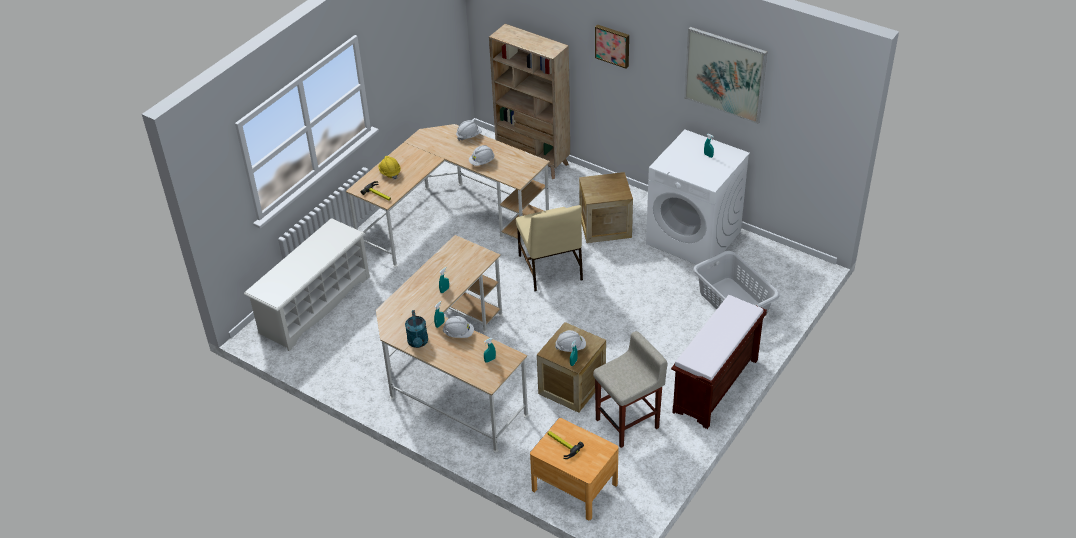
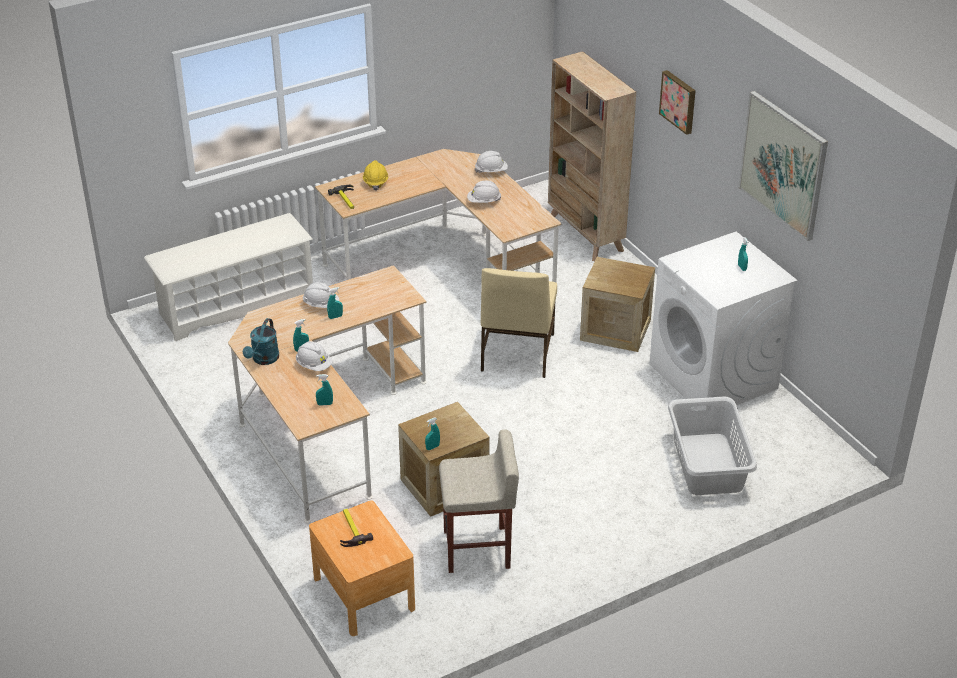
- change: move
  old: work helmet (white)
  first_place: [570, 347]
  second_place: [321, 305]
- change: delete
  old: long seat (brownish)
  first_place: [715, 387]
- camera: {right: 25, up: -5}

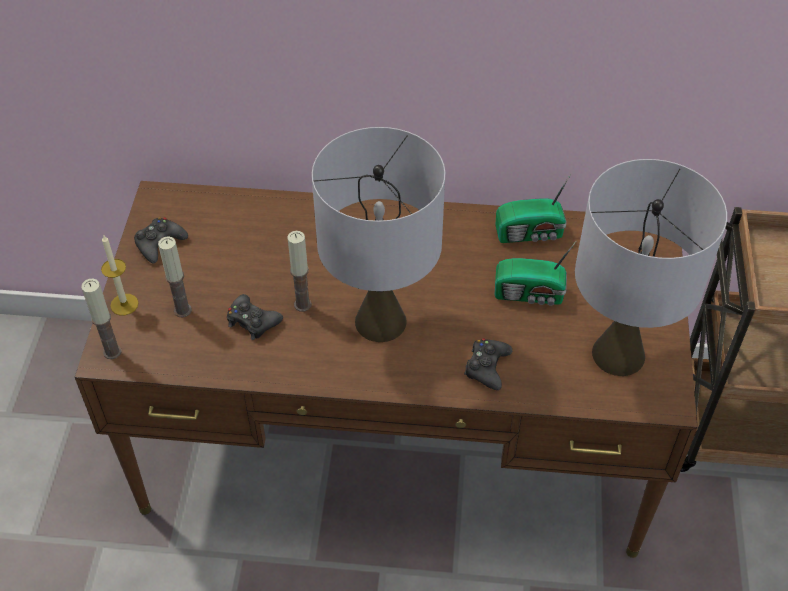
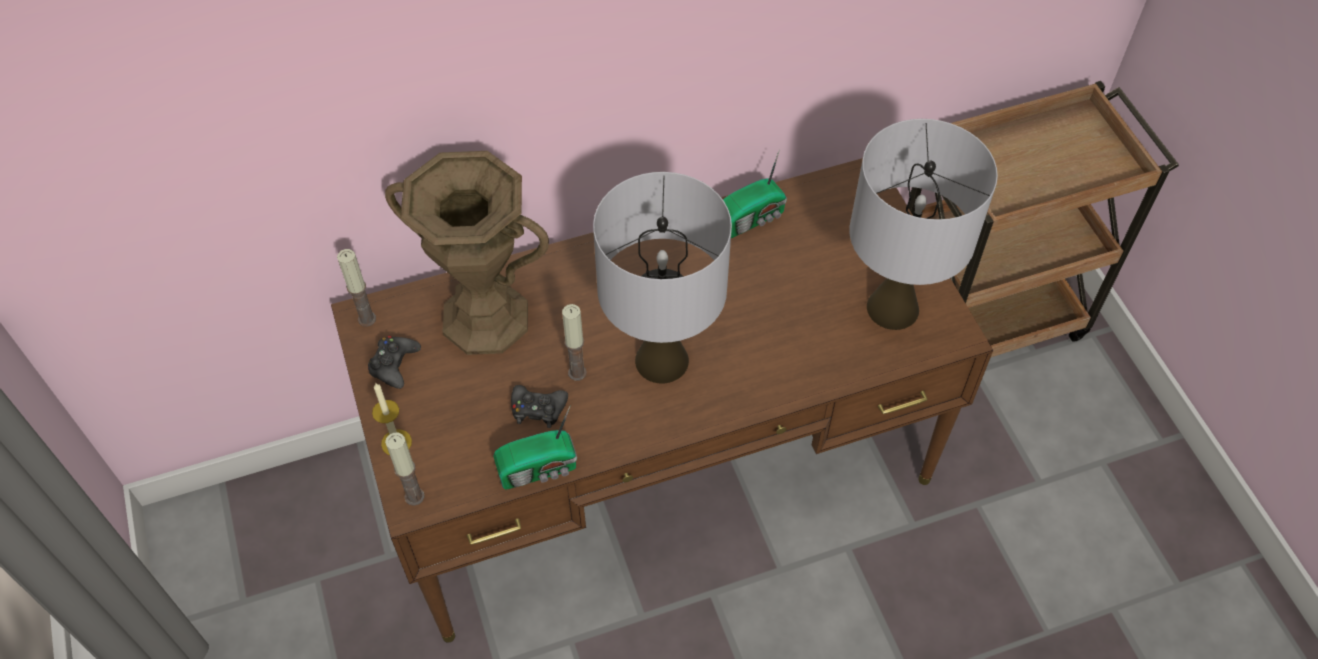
- change: move
  old: wax light
  first_place: [182, 310]
  second_place: [367, 319]
- change: insert
  new: vase (brownish)
  second_place: [486, 318]
- change: move
  old: radio
  first_place: [530, 294]
  second_place: [539, 469]
- change: delete
  old: gamepad (blackish)
  first_place: [487, 367]
- camera: {right: -25, up: 5}

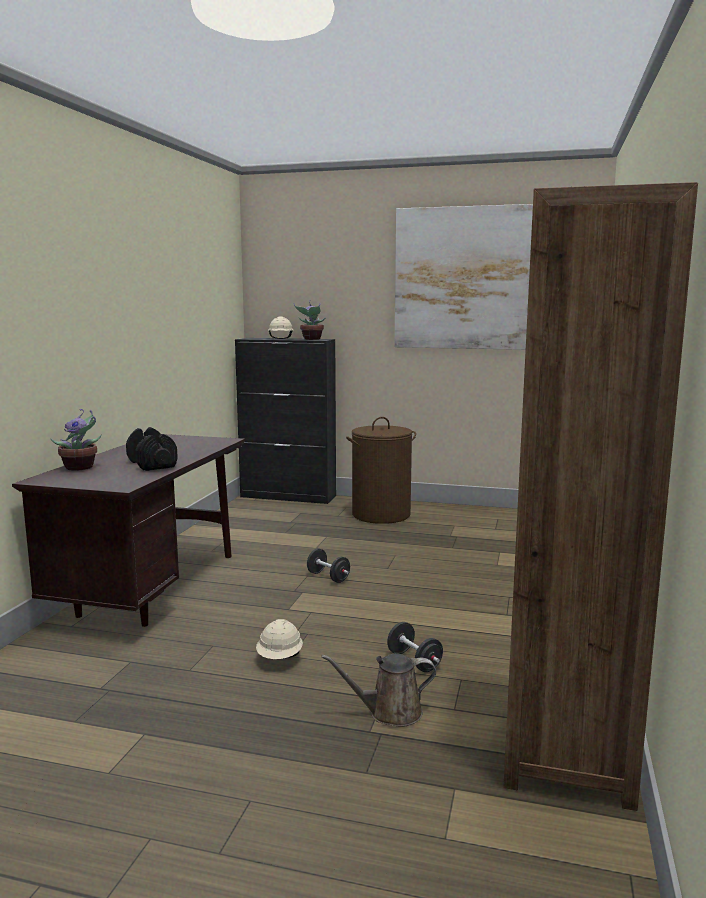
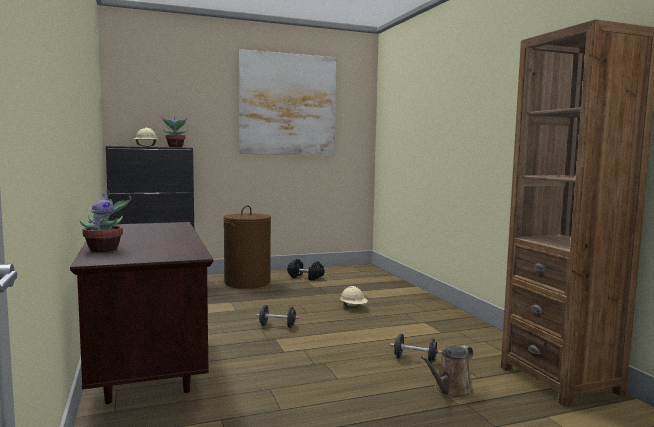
- change: move
  old: hand weight (blackish)
  first_place: [151, 464]
  second_place: [305, 277]
- change: move
  old: work helmet (sand-coloured)
  first_place: [280, 658]
  second_place: [353, 307]
- camera: {right: -35, up: -5}

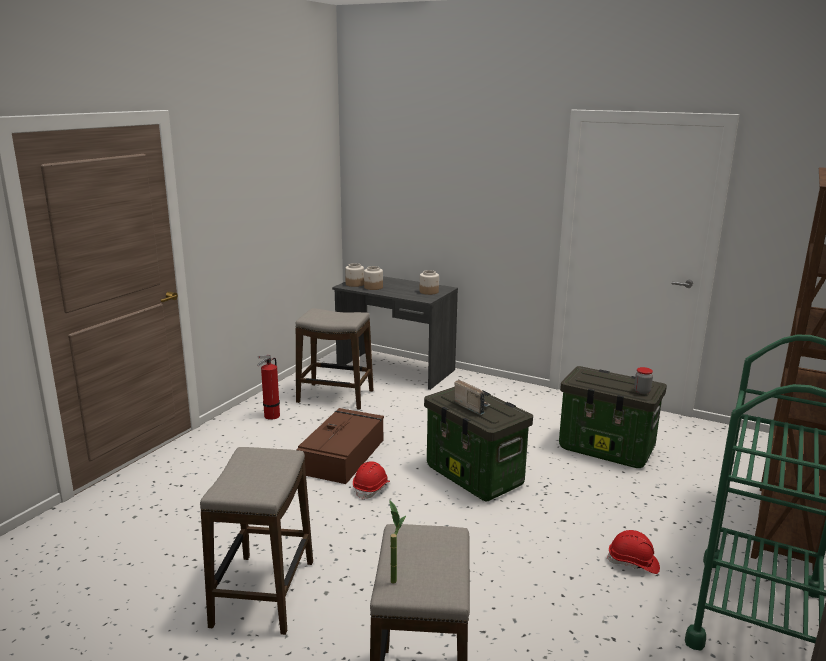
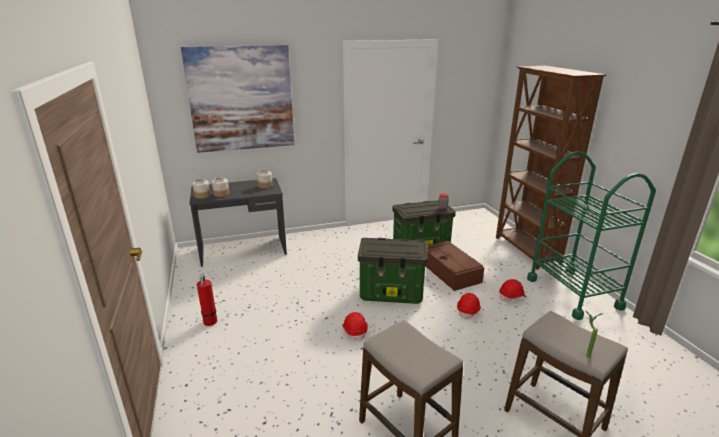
- change: insert
  new: wall art
  second_place: [241, 99]
- change: move
  old: storage box (brownish)
  first_place: [343, 455]
  second_place: [449, 271]
- change: insert
  new: work helmet (red-coloured)
  second_place: [468, 311]
- change: delete
  old: sitting stool
  first_place: [335, 397]
- change: delete
  old: radio
  first_place: [472, 406]
- camera: {right: -45, up: 5}

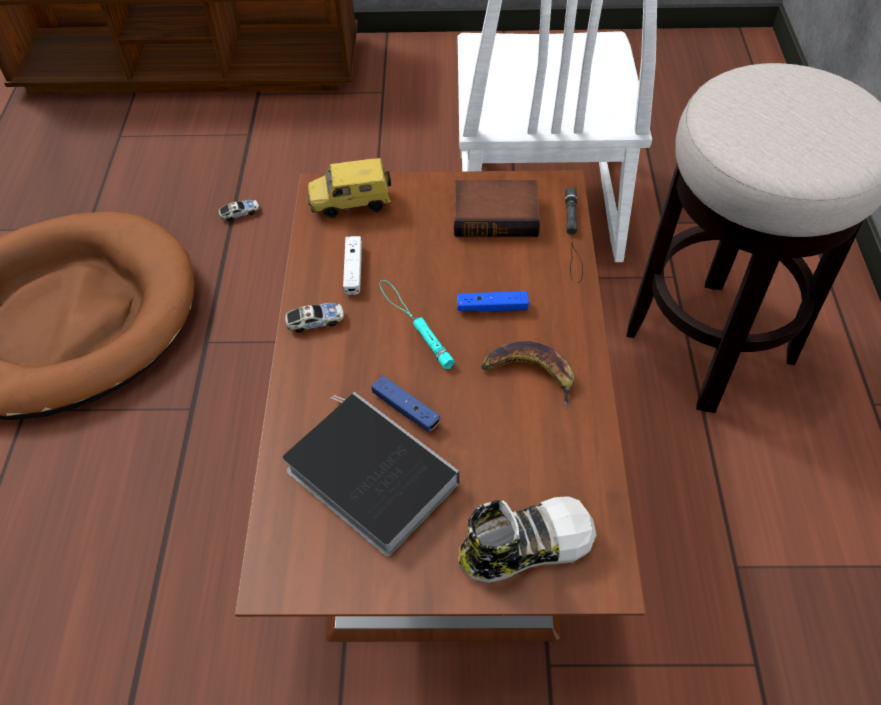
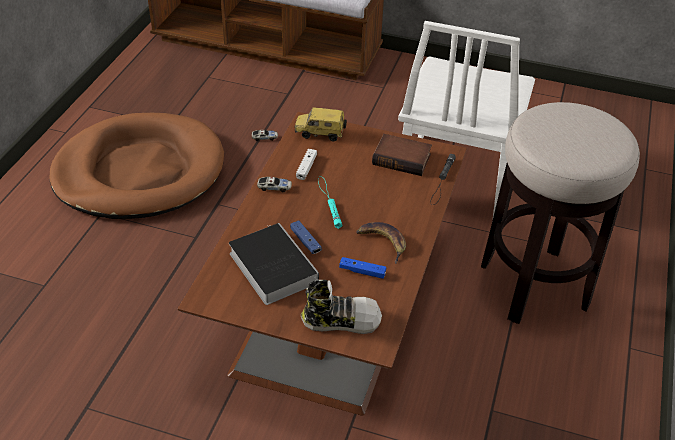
- change: move
  old: gamepad (blue)
  first_place: [492, 307]
  second_place: [362, 271]
- camera: {right: 15, up: -10}

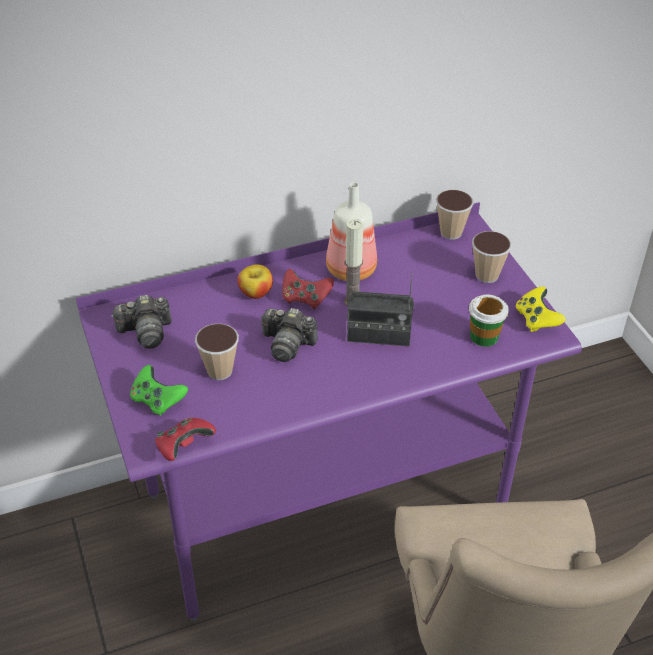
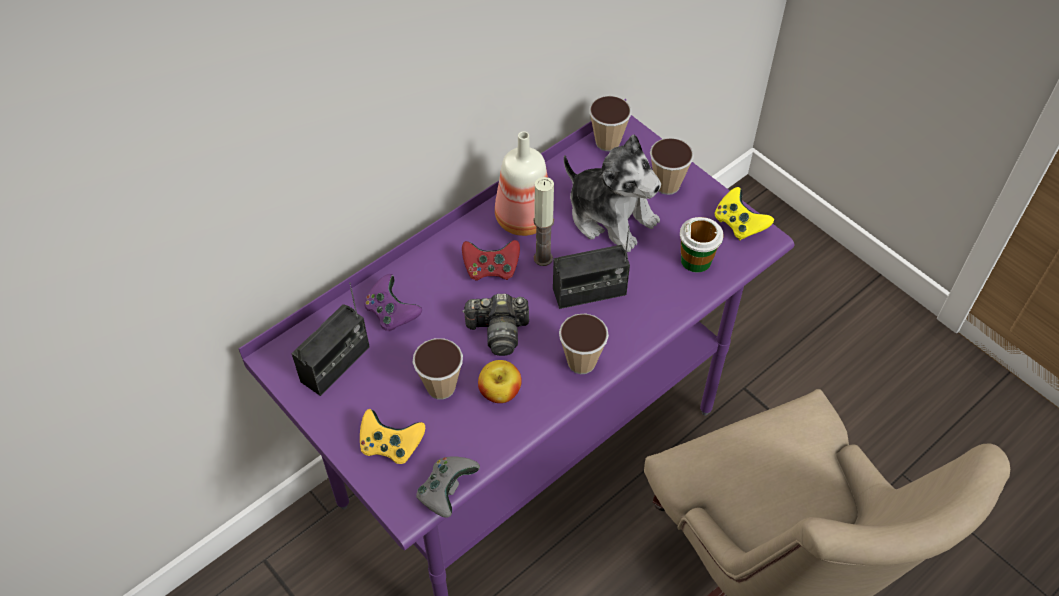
- change: replace
  old: still camera
  new: radio
  first_place: [146, 332]
  second_place: [335, 364]
- change: recolor
  old: gamepad (greenish)
  new: gamepad (yellowish)
  first_place: [157, 400]
  second_place: [390, 445]
- change: insert
  new: gamepad (purple)
  second_place: [392, 313]
- change: recolor
  old: gamepad (red-coloured)
  new: gamepad (grey)
  first_place: [184, 446]
  second_place: [447, 491]
- change: move
  old: apple
  first_place: [256, 293]
  second_place: [500, 392]
- change: insert
  new: cup
  second_place: [581, 362]
- change: insert
  new: soft toy
  second_place: [611, 216]
- camera: {right: -20, up: 10}

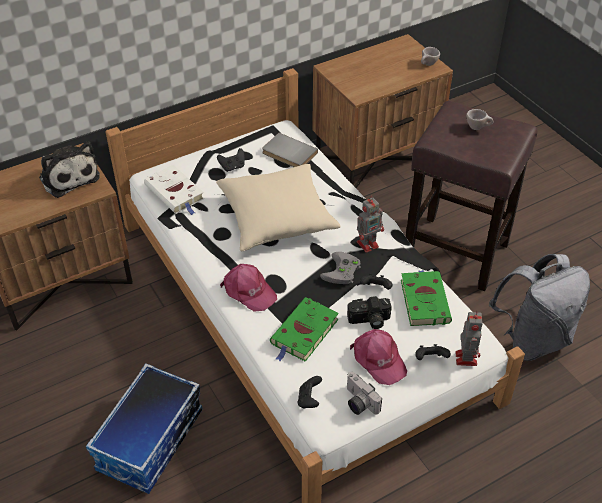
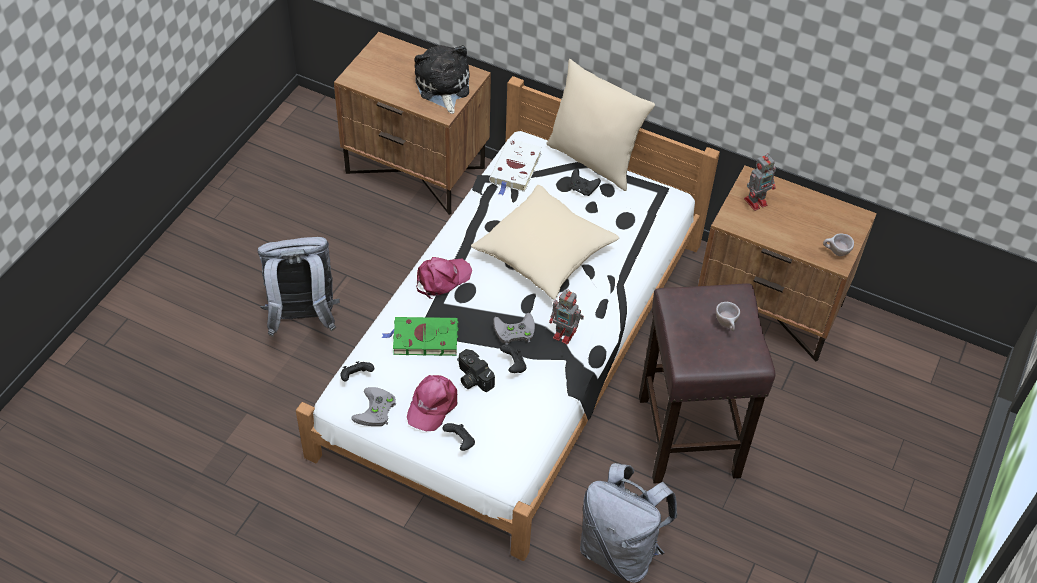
- change: replace
  old: storage box
  new: backpack (grey)
  first_place: [151, 441]
  second_place: [302, 319]
- change: replace
  old: still camera
  new: gamepad (grey)
  first_place: [358, 403]
  second_place: [376, 411]
- change: rotate
  old: soft toy
  first_place: [68, 176]
  second_place: [443, 87]
  degrees: 150
- change: rotate
  old: cap (pink)
  first_place: [249, 291]
  second_place: [442, 279]
  degrees: -135
- change: insert
  new: throw pillow (sand-coloured)
  second_place: [594, 159]
- change: move
  old: toy robot
  first_place: [466, 357]
  second_place: [756, 201]
- change: delete
  old: book (grey)
  first_place: [288, 154]
- change: delete
  old: book (greenish)
  first_place: [424, 300]
- camera: {right: 55, up: 5}

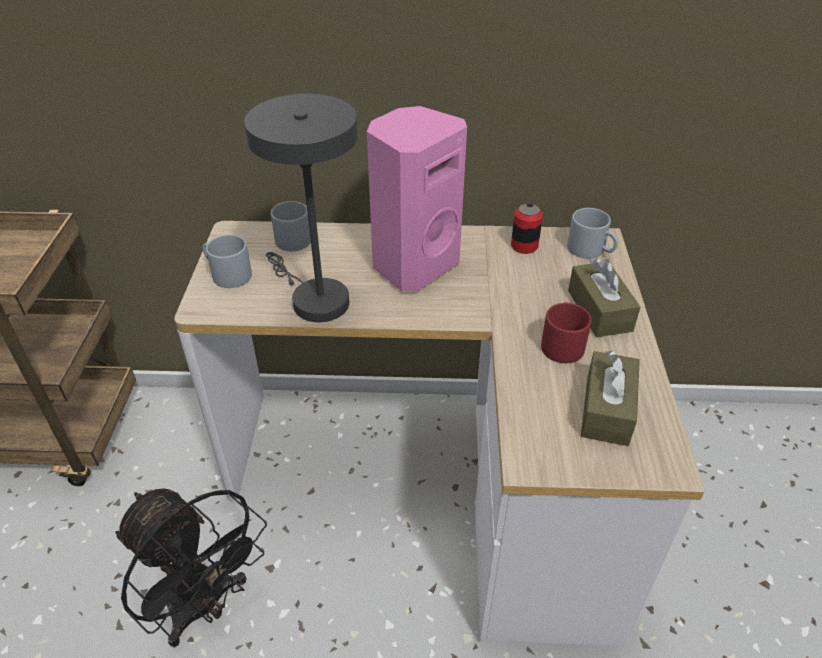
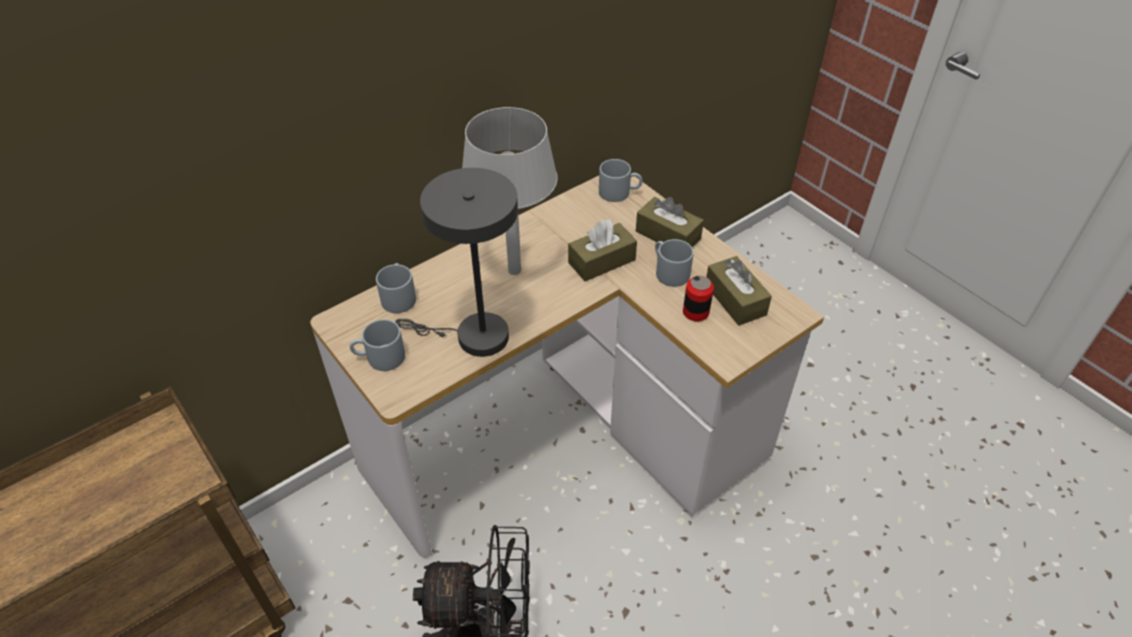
- change: replace
  old: loudspeaker (pink)
  new: lamp for a table (grey)
  first_place: [413, 265]
  second_place: [514, 270]
- change: insert
  new: tissue box (brownish)
  second_place: [601, 261]
- change: recolor
  old: tea mug (red-coloured)
  new: tea mug (grey)
  first_place: [561, 343]
  second_place: [668, 271]
- change: move
  old: sealed can
  first_place: [524, 246]
  second_place: [695, 312]
- camera: {right: -40, up: 5}

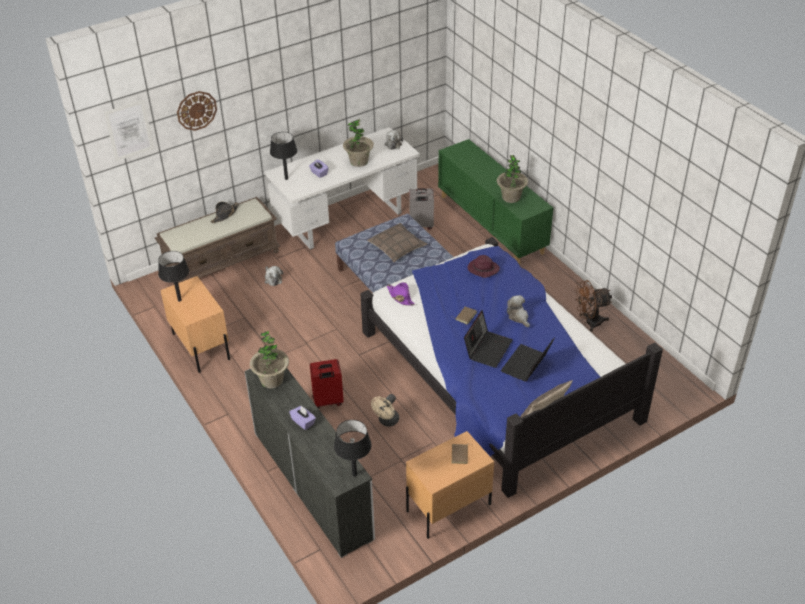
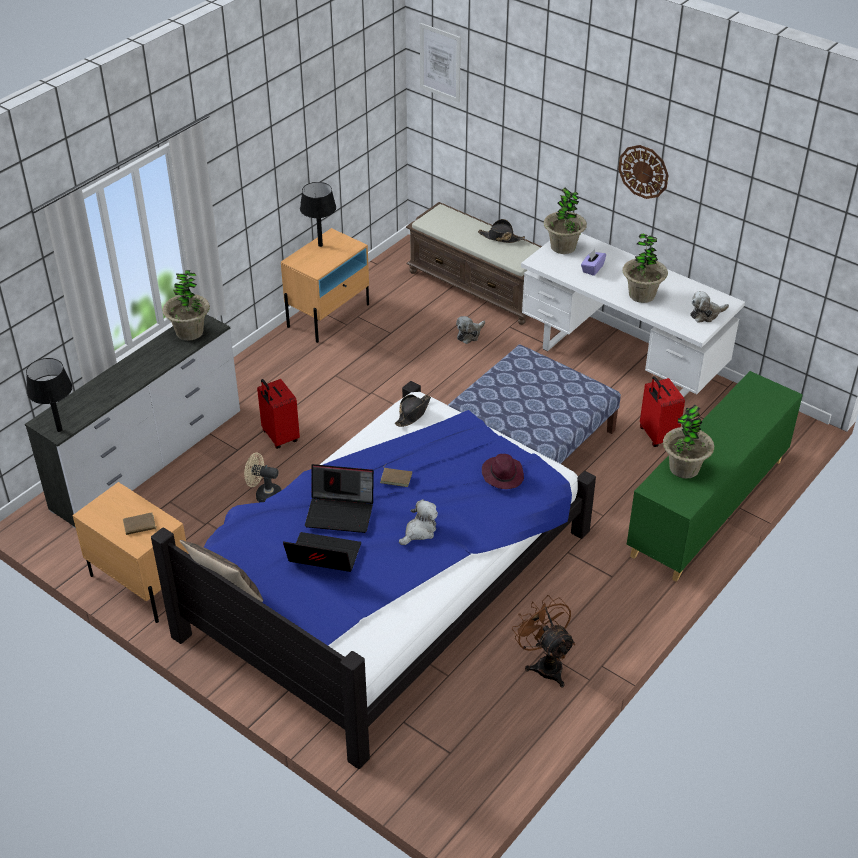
- change: recolor
  old: clothing hat (purple)
  new: clothing hat (blackish)
  first_place: [400, 297]
  second_place: [413, 413]
- change: replace
  old: lamp for a table (blackish)
  new: houseplant
  first_place: [286, 179]
  second_place: [563, 247]
- change: move
  old: wall clock
  first_place: [196, 110]
  second_place: [643, 171]
- change: recolor
  old: suitcase (grey)
  new: suitcase (red-coloured)
  first_place: [421, 225]
  second_place: [656, 436]
- change: delete
  old: tissue box (purple)
  first_place: [303, 422]
- change: delete
  old: throw pillow
  first_place: [397, 247]
- camera: {right: 70, up: 0}

